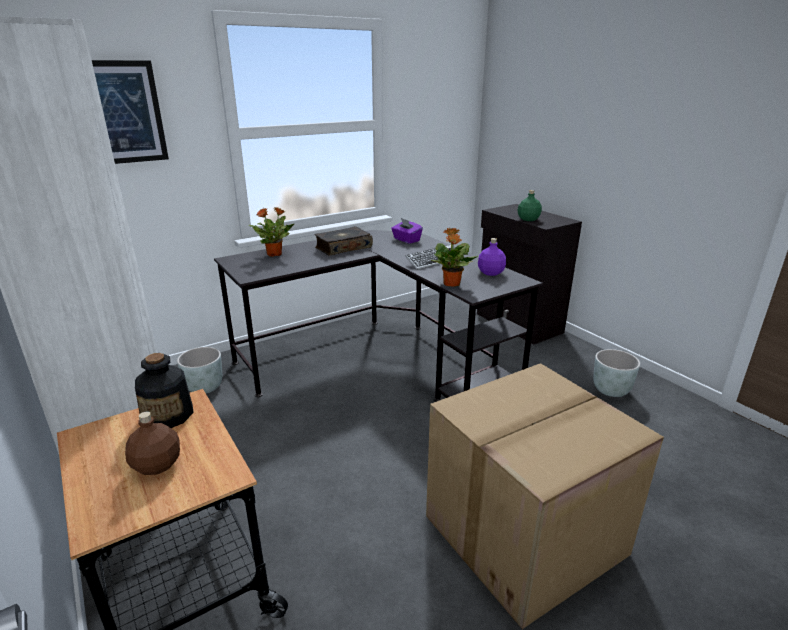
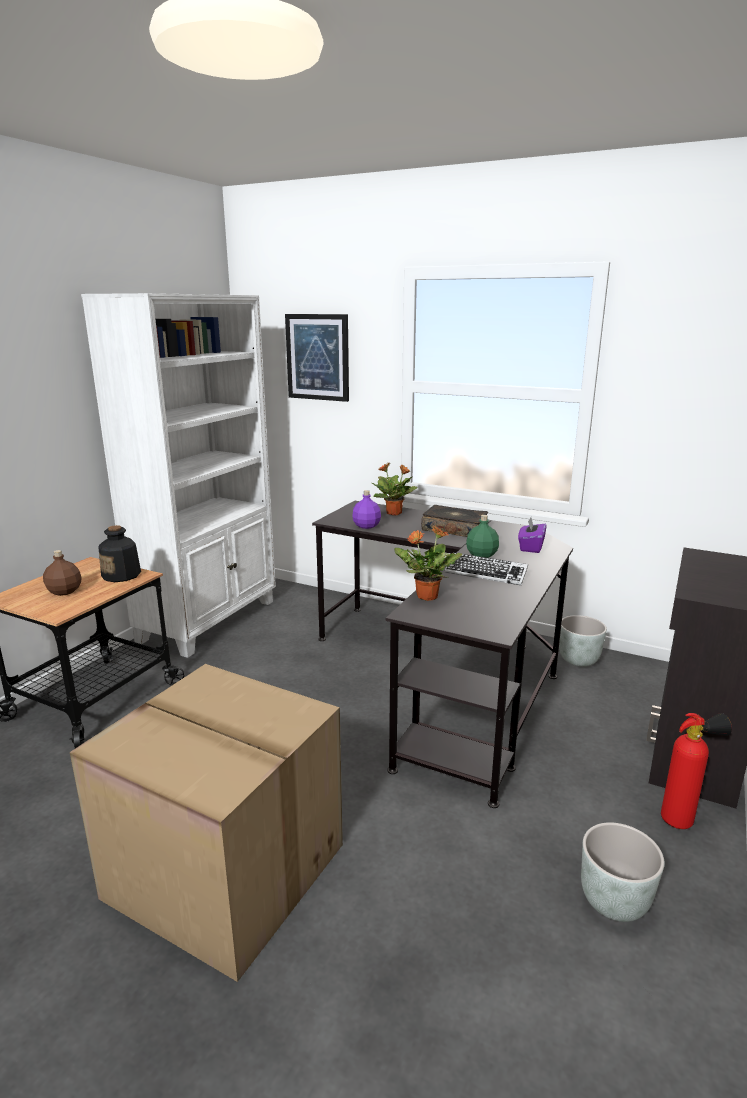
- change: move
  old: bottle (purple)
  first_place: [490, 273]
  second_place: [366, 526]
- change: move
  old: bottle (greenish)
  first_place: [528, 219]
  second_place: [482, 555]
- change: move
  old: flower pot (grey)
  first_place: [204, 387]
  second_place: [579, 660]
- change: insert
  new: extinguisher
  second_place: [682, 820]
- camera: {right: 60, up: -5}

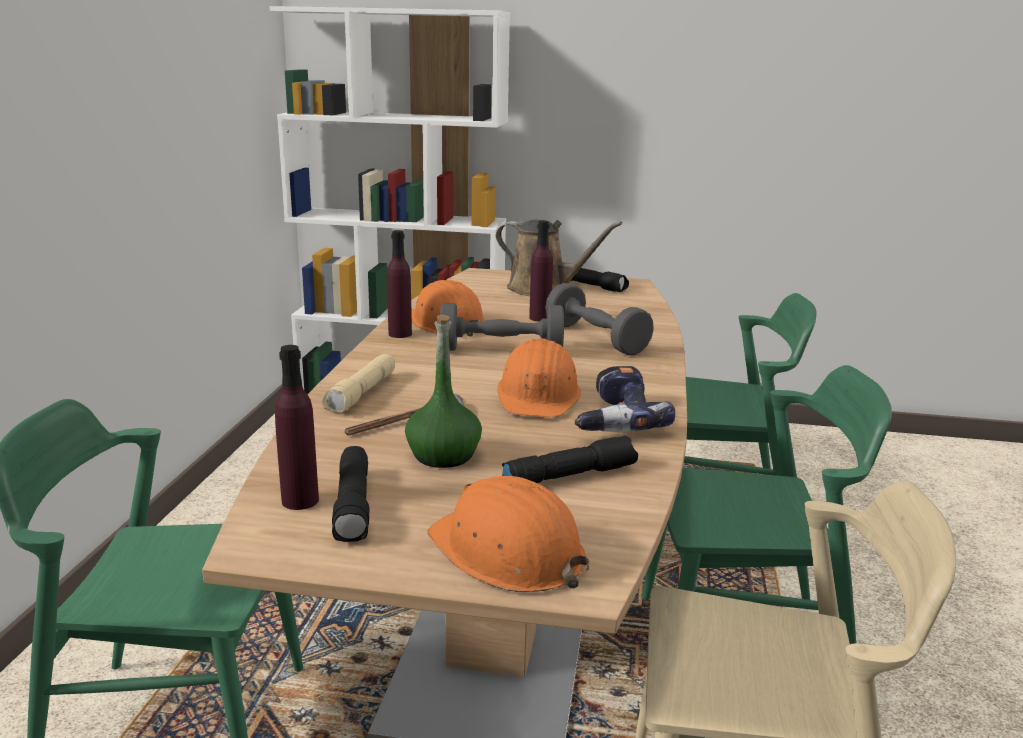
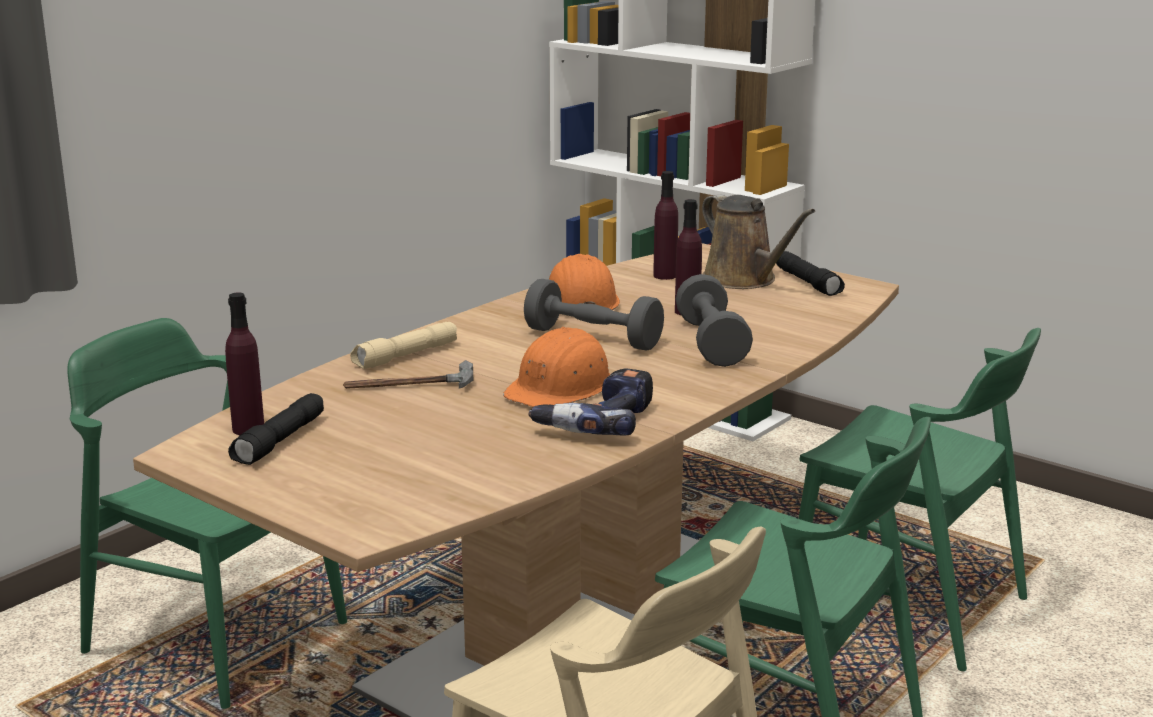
- change: move
  old: bottle (purple)
  first_place: [400, 334]
  second_place: [665, 276]
- change: delete
  old: bottle (greenish)
  first_place: [444, 455]
- change: delete
  old: work helmet (orange)
  first_place: [507, 552]
- change: delete
  old: torch (blackish)
  first_place: [570, 475]
- camera: {right: 30, up: 0}

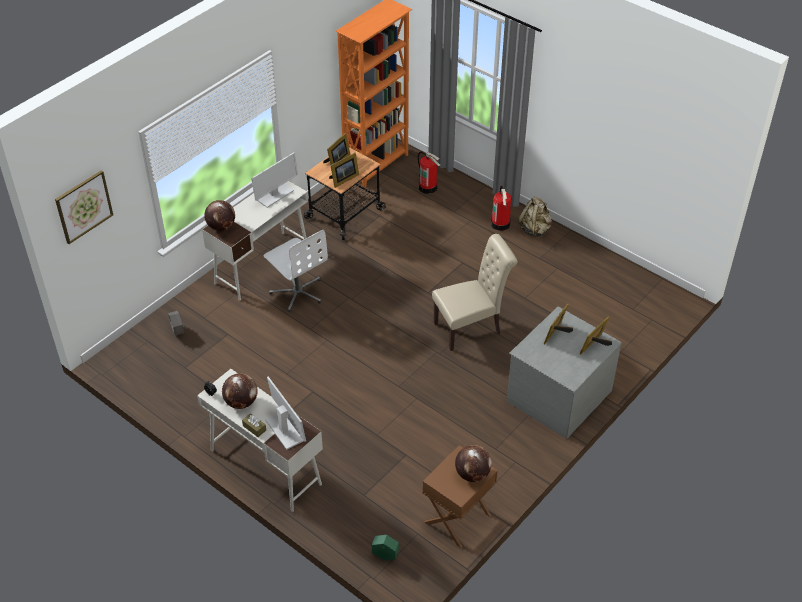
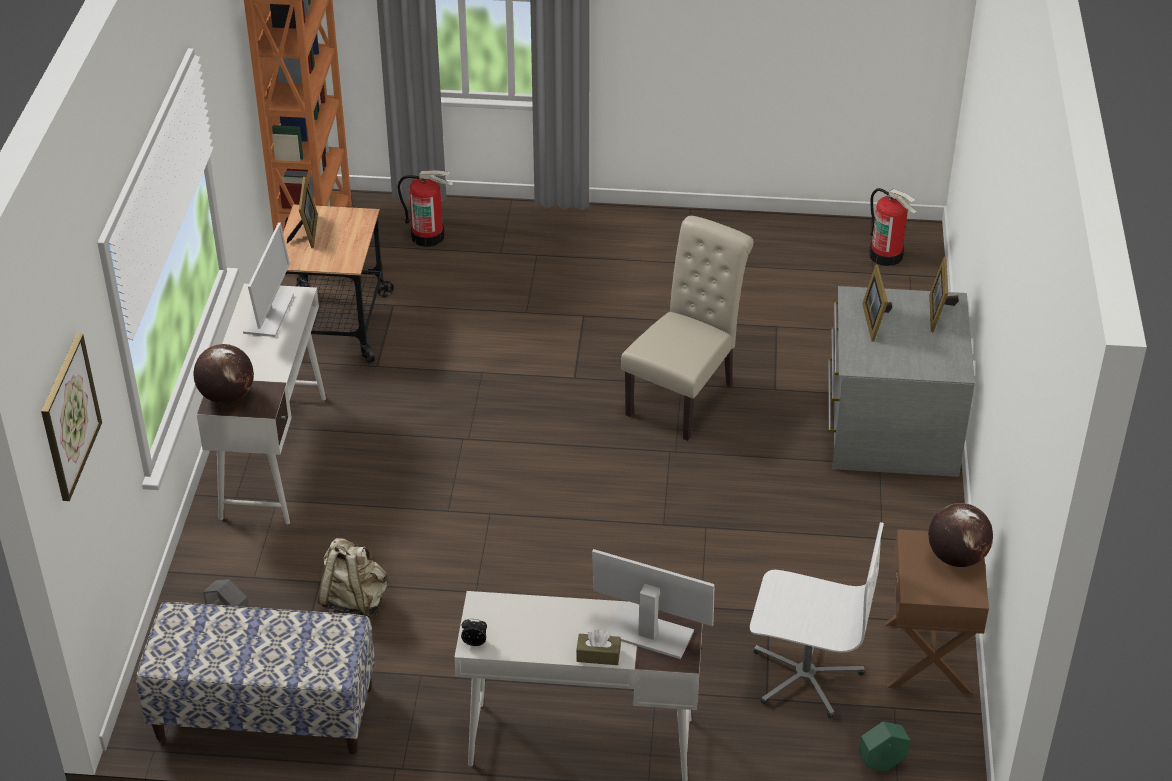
- change: insert
  new: long seat
  second_place: [264, 713]
- change: move
  old: backpack (sand-coloured)
  first_place: [535, 229]
  second_place: [354, 602]
- change: move
  old: computer chair (white)
  first_place: [297, 292]
  second_place: [805, 675]
- change: move
  old: extinguisher
  first_place: [500, 224]
  second_place: [886, 255]
- change: delete
  old: world globe
  first_place: [241, 402]
- change: delete
  old: standing frame
  first_place: [343, 179]
- camera: {right: -35, up: -5}

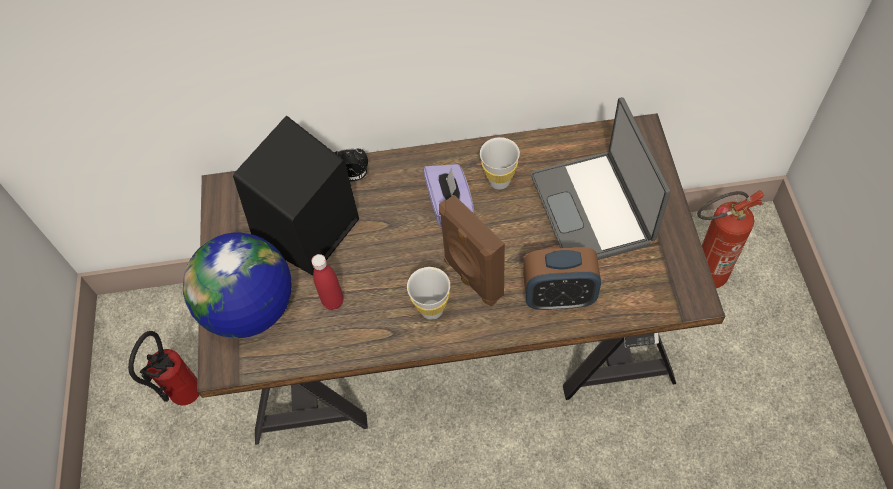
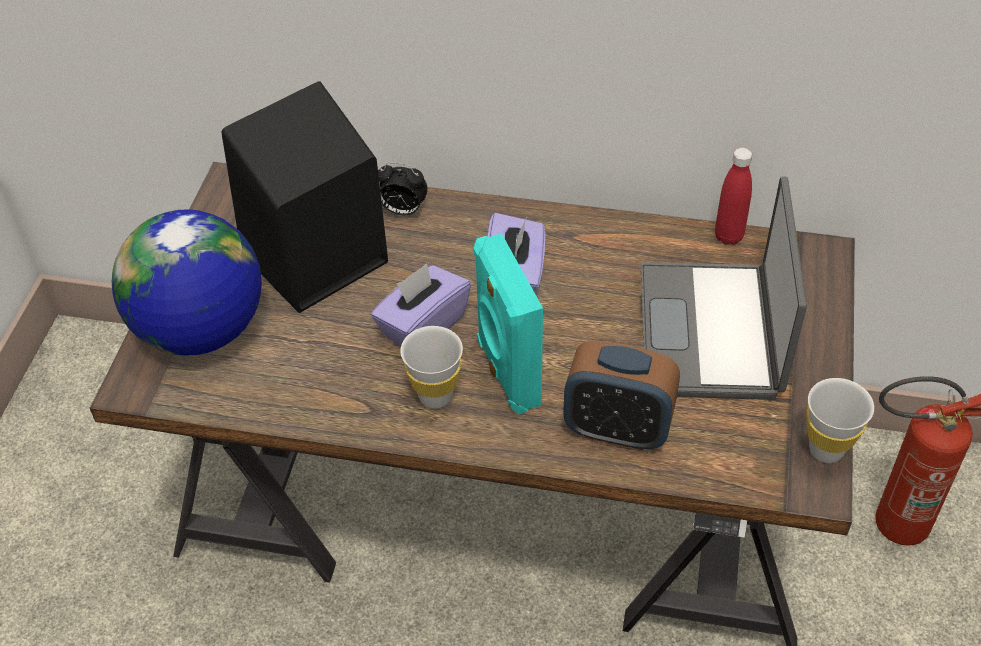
- change: insert
  new: tissue box (purple)
  second_place: [422, 325]
- change: recolor
  old: loudspeaker (brownish)
  new: loudspeaker (blue-green)
  first_place: [471, 278]
  second_place: [506, 373]
- change: move
  old: bottle (red-coloured)
  first_place: [333, 301]
  second_place: [728, 236]
- change: move
  old: cup (white)
  first_place: [499, 181]
  second_place: [826, 450]
- change: delete
  old: extinguisher
  first_place: [183, 397]
- camera: {right: 15, up: -10}

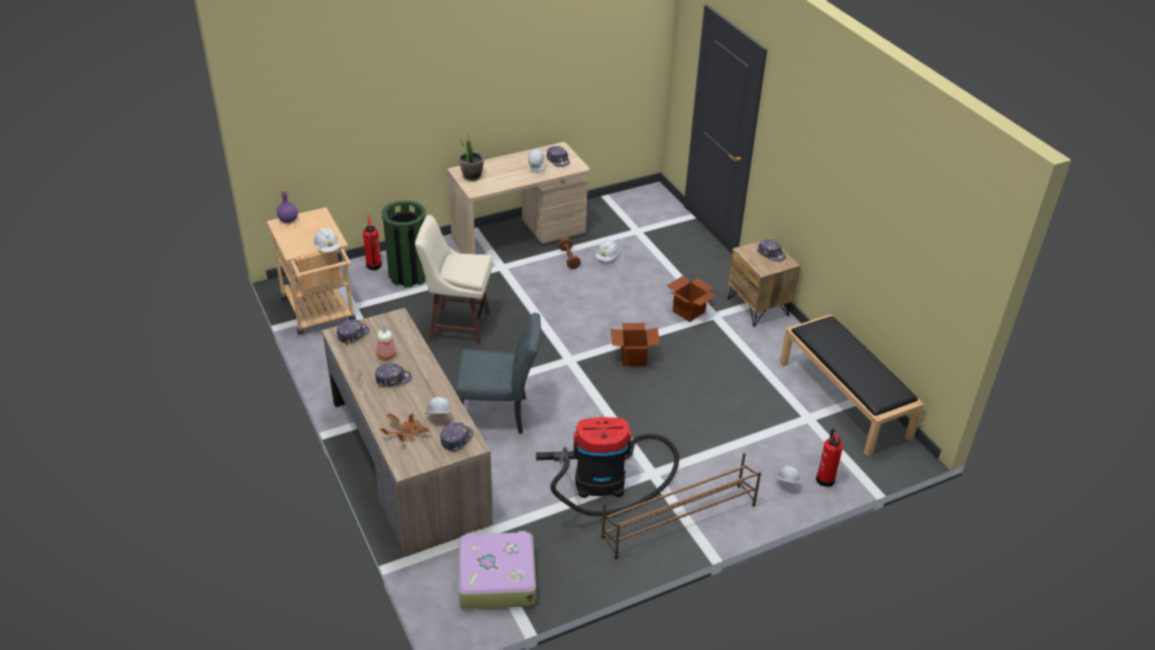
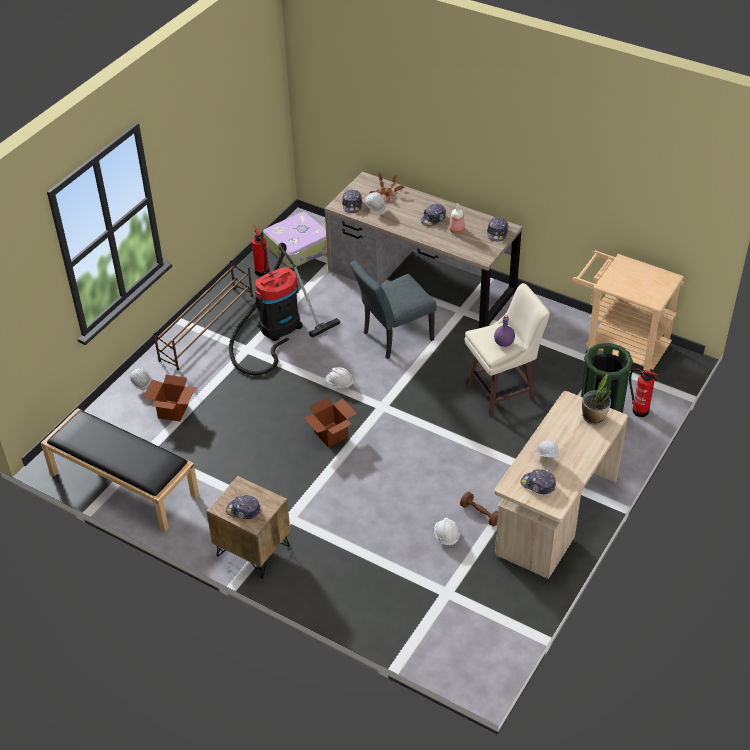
- change: move
  old: cardboard box
  first_place: [689, 311]
  second_place: [173, 411]
- change: move
  old: extinguisher
  first_place: [825, 478]
  second_place: [262, 272]
- change: move
  old: work helmet (white)
  first_place: [327, 248]
  second_place: [339, 384]
- change: move
  old: bottle (purple)
  first_place: [288, 220]
  second_place: [504, 342]
- camera: {right: 150, up: 5}

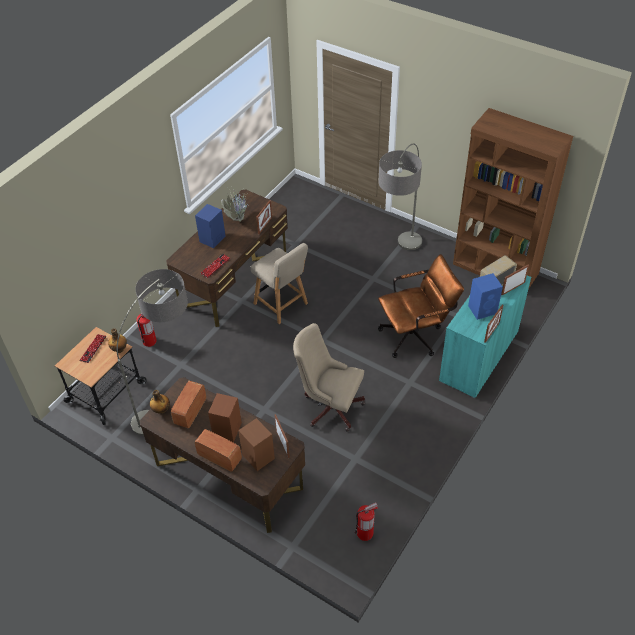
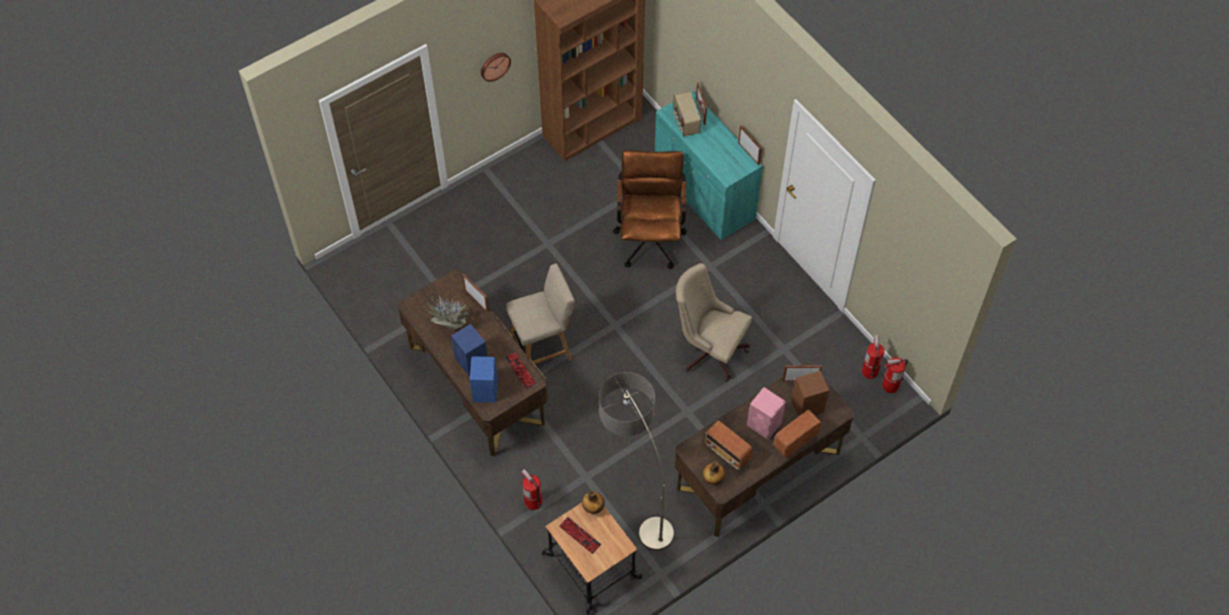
- change: move
  old: loudspeaker (blue)
  first_place: [483, 309]
  second_place: [485, 390]
- change: insert
  new: wall clock
  second_place: [494, 65]
- change: rotate
  old: computer chair (sand-coloured)
  first_place: [329, 406]
  second_place: [709, 349]
  degrees: 75
- change: recolor
  old: loudspeaker (brownish)
  new: loudspeaker (pink)
  first_place: [227, 430]
  second_place: [764, 424]
- change: insert
  new: extinguisher
  second_place: [890, 386]
- change: delete
  old: floor lamp
  first_place: [399, 261]
- camera: {right: -70, up: 10}

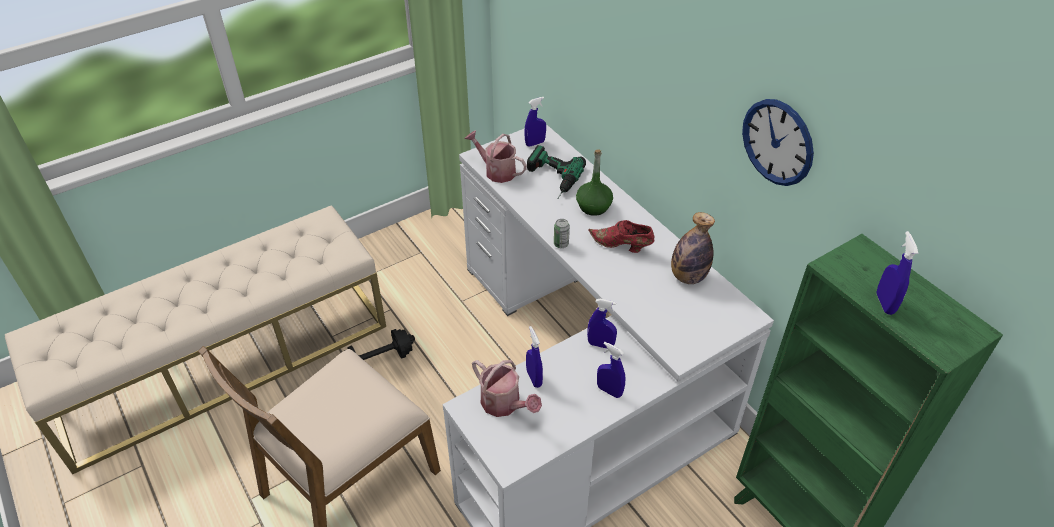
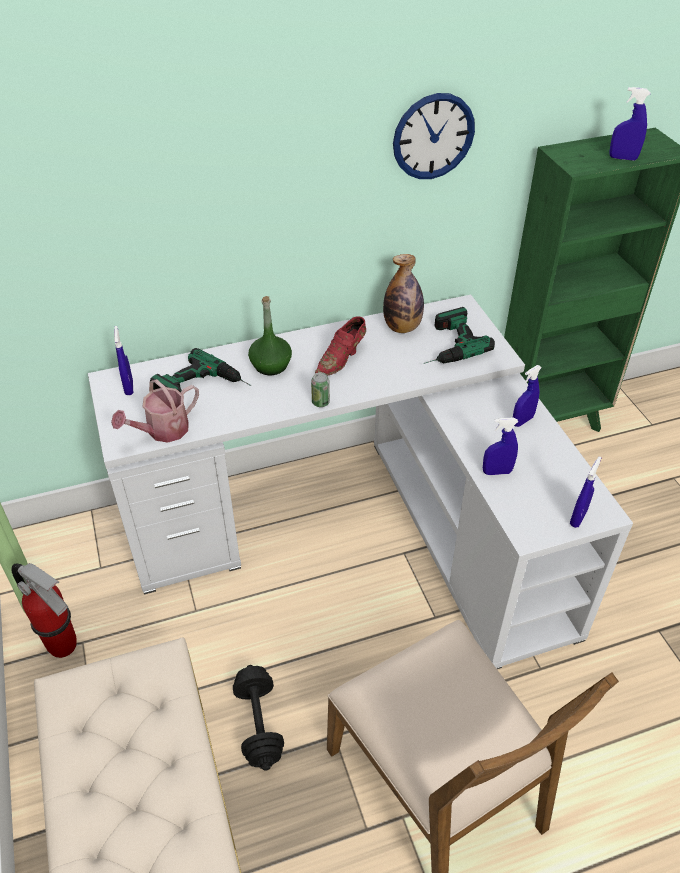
- change: insert
  new: extinguisher
  second_place: [64, 646]
- change: insert
  new: drill
  second_place: [446, 345]
- change: move
  old: hand sprayer (blue)
  first_place: [600, 344]
  second_place: [578, 518]
- change: delete
  old: watering can
  first_place: [504, 404]
- camera: {right: -75, up: 0}

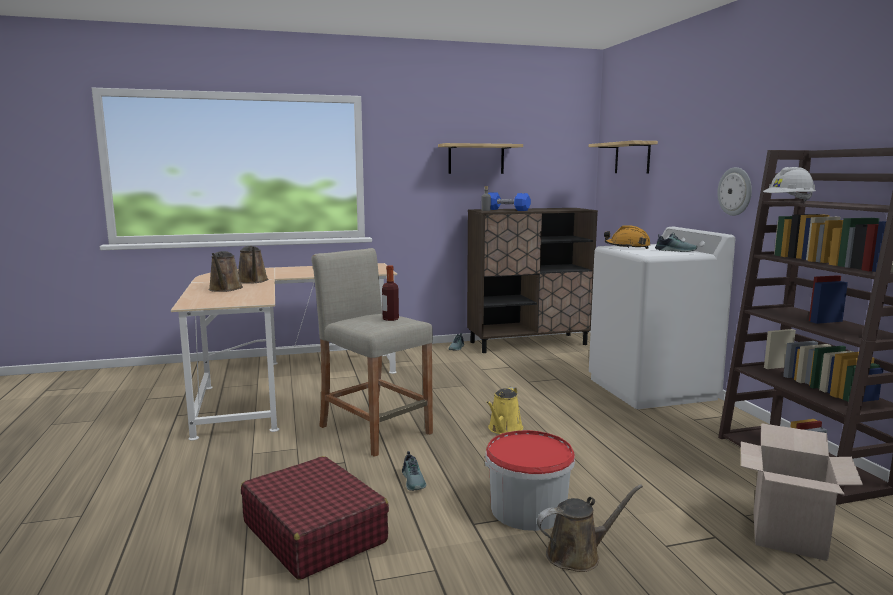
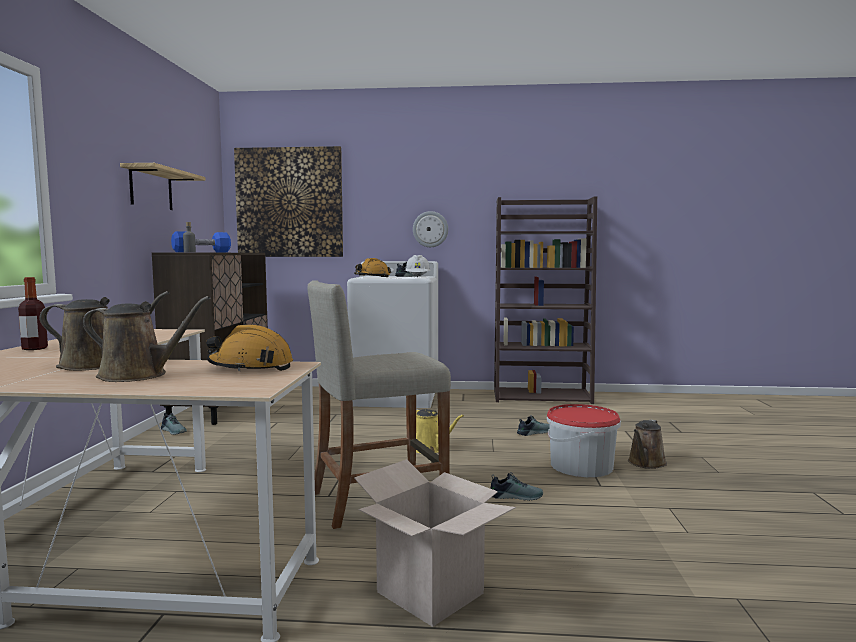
- change: move
  old: bottle
  first_place: [390, 319]
  second_place: [35, 348]
- change: insert
  new: work helmet (orange)
  second_place: [251, 367]
- change: replace
  old: wall shelf
  new: wall art
  first_place: [632, 158]
  second_place: [289, 202]
- change: move
  old: cardboard box
  first_place: [788, 535]
  second_place: [430, 593]
- change: move
  old: work helmet (white)
  first_place: [788, 202]
  second_place: [417, 277]
- change: insert
  new: shoe
  second_place: [533, 432]
- change: rotate
  old: watering can (brownish)
  first_place: [578, 555]
  second_place: [646, 463]
  degrees: -150
- change: delete
  old: suitcase (red-coloured)
  first_place: [314, 532]
- camera: {right: -70, up: -5}

